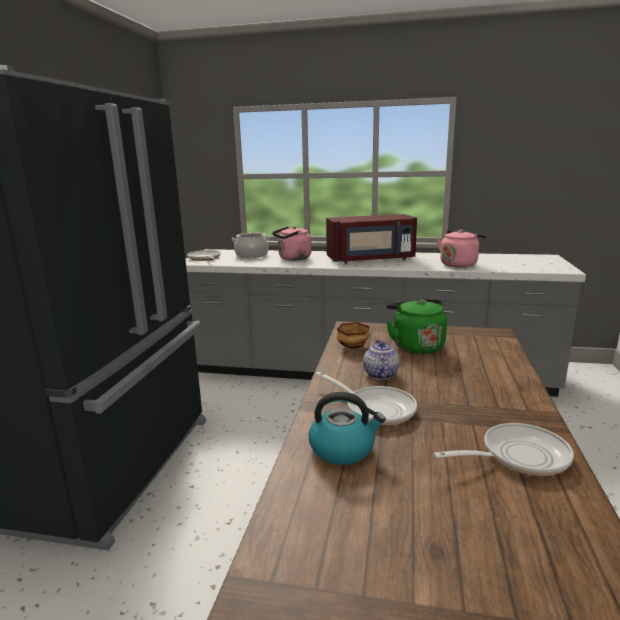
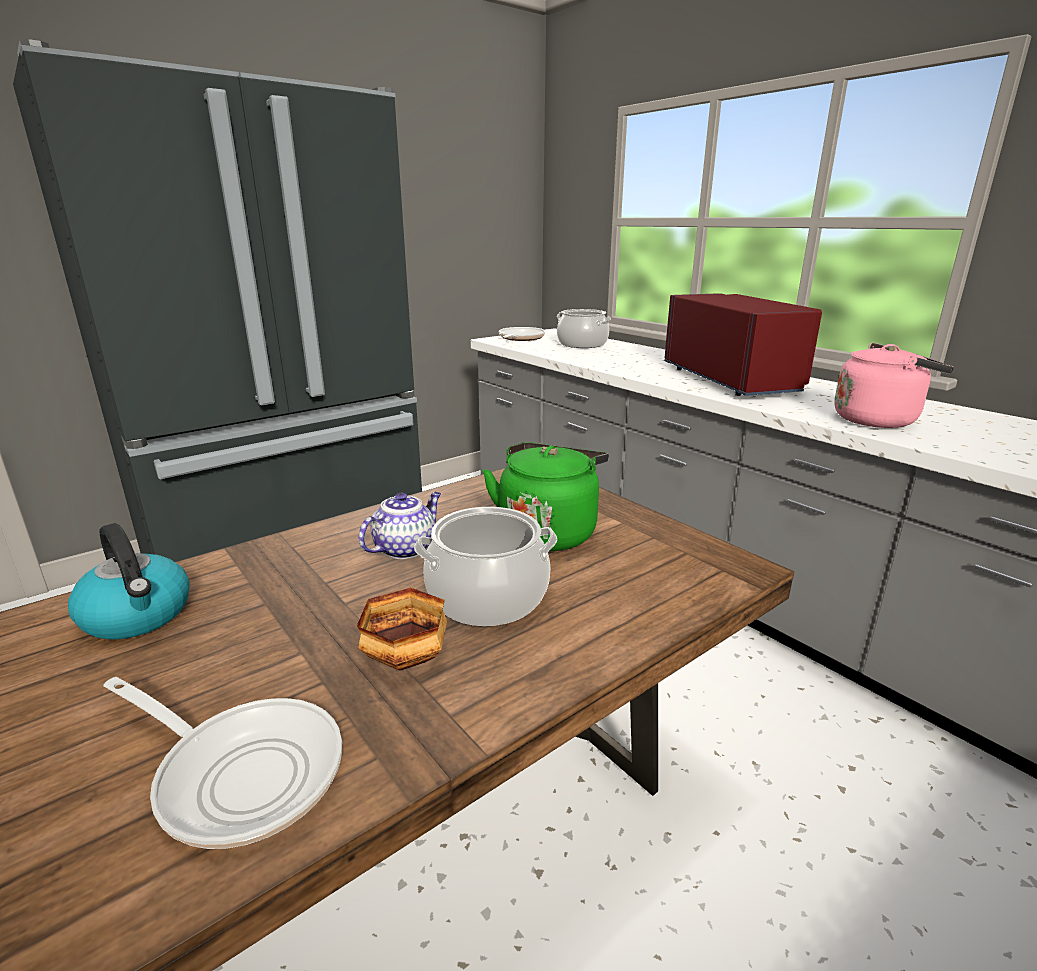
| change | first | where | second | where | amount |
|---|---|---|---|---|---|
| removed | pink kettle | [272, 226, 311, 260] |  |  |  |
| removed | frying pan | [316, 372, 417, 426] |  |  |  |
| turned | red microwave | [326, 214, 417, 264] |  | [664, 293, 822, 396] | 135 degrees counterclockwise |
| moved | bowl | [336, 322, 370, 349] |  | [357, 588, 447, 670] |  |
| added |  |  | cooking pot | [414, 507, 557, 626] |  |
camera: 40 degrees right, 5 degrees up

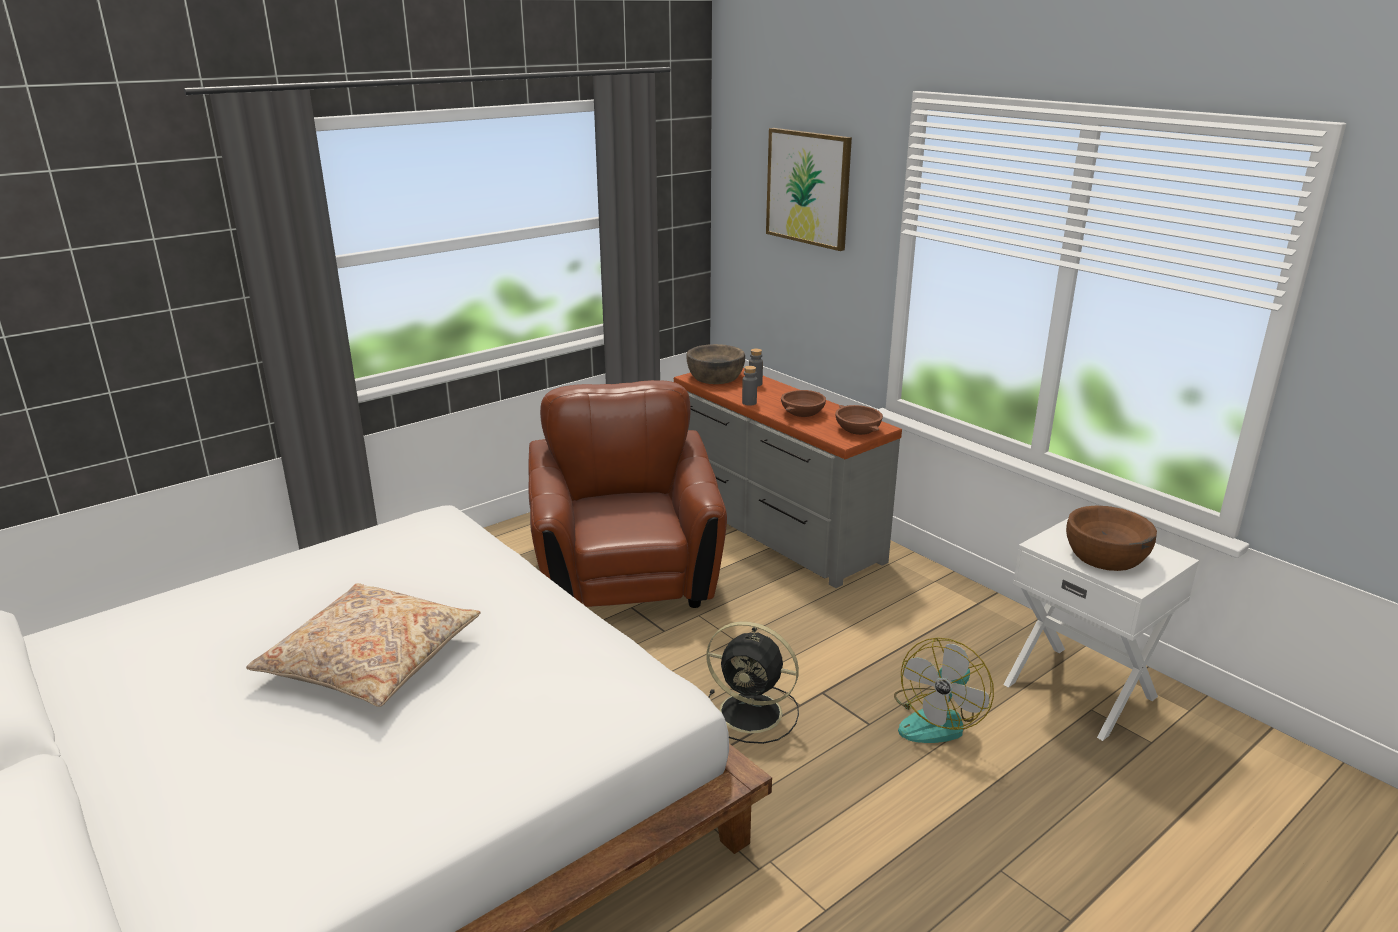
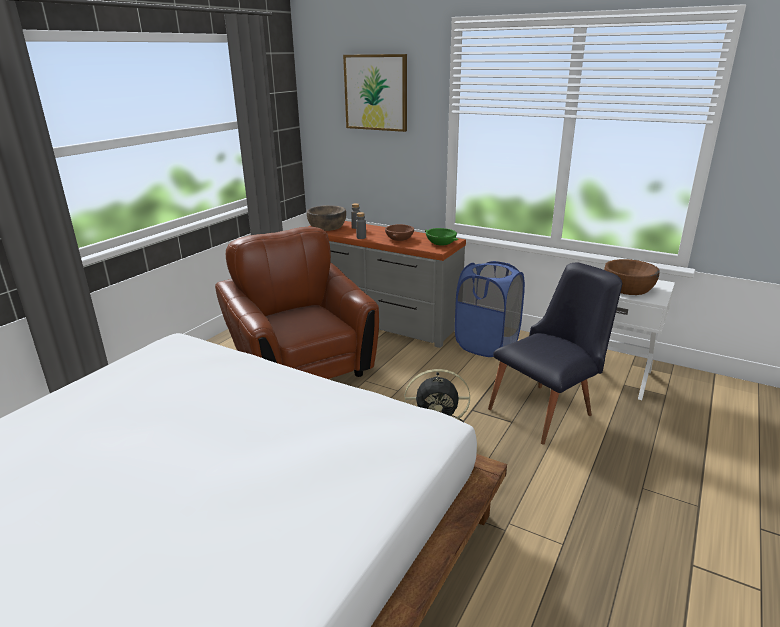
| change | first | where | second | where | amount |
|---|---|---|---|---|---|
| removed | beige pillow | [246, 583, 481, 707] |  |  |  |
| recoloured | brown bowl | [835, 405, 883, 435] | green bowl | [424, 228, 459, 246] |  |
| replaced | fan | [894, 637, 994, 743] | black chair | [488, 263, 622, 445] |  |
| added |  |  | blue laundry basket | [455, 261, 525, 357] |  |
camera: 20 degrees left, 0 degrees up

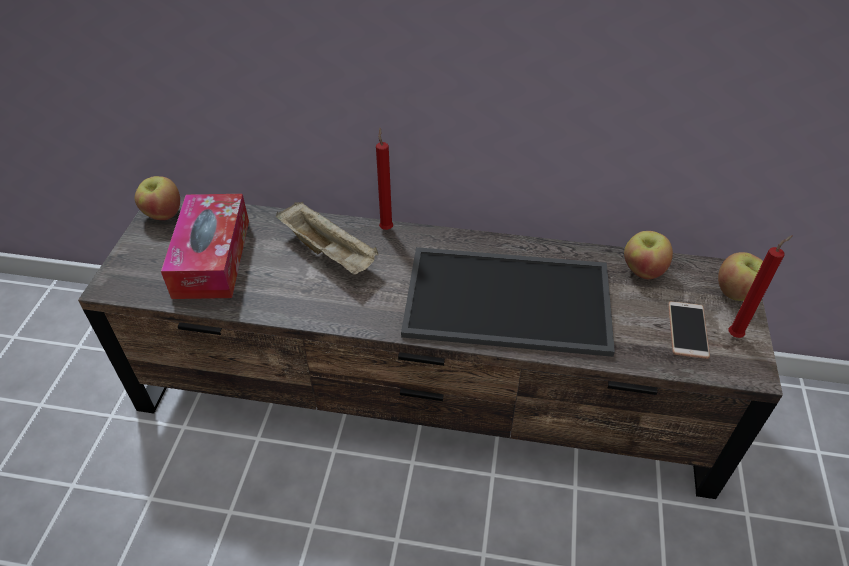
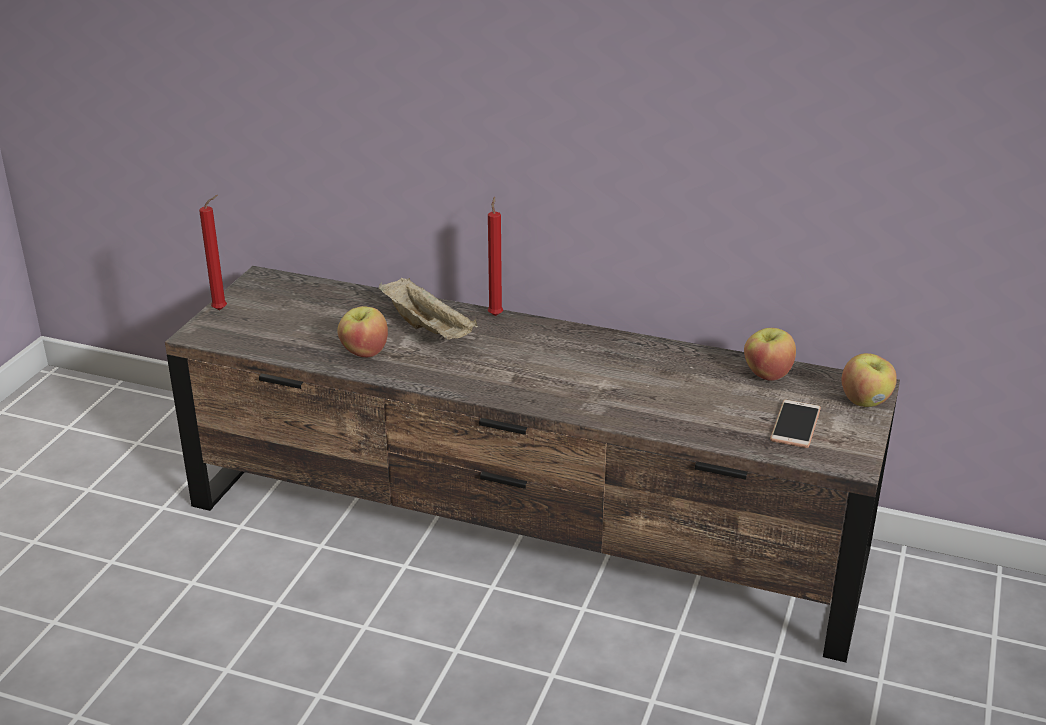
| change | first | where | second | where | amount |
|---|---|---|---|---|---|
| moved | apple | [135, 176, 180, 220] |  | [337, 306, 388, 357] |  |
| removed | tissue box | [161, 194, 249, 299] |  |  |  |
| removed | tray | [401, 247, 615, 357] |  |  |  |
| moved | red candle | [729, 235, 793, 338] |  | [199, 195, 227, 310] |  |
camera: 10 degrees right, 15 degrees down

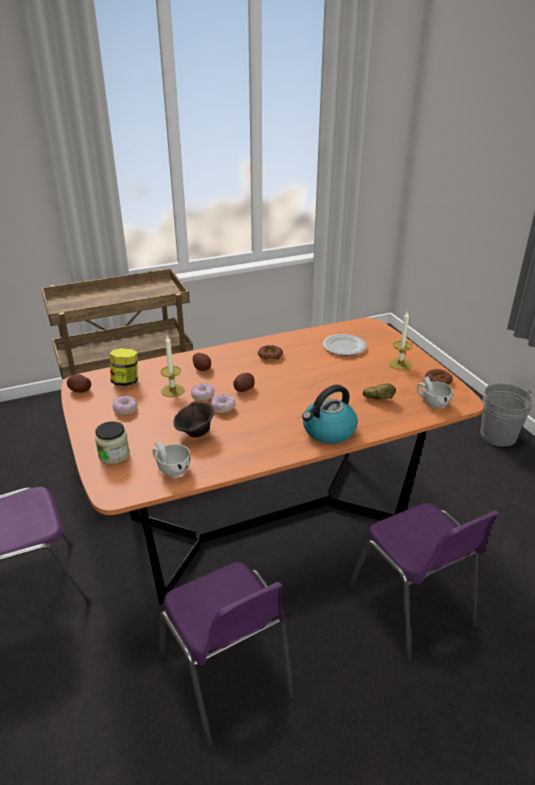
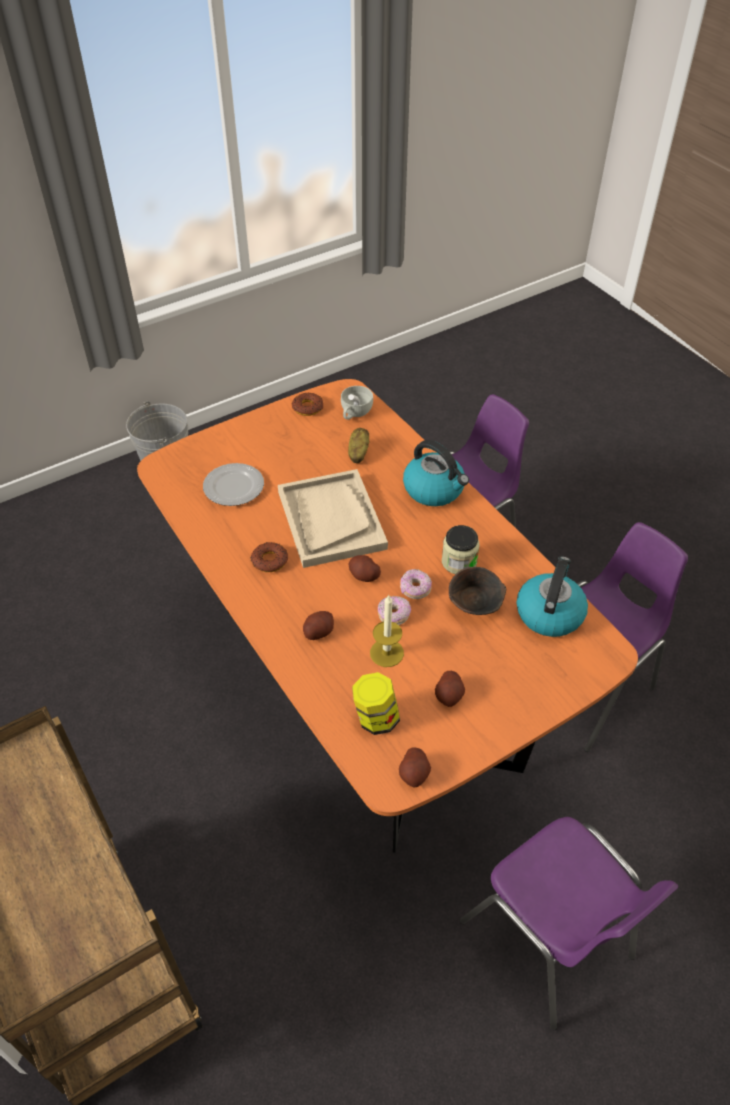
| change | first | where | second | where | amount |
|---|---|---|---|---|---|
| moved | jar | [95, 421, 130, 464] |  | [442, 525, 480, 574] |  |
| replaced | donut | [113, 396, 137, 415] | potato | [435, 671, 465, 707] |  |
| replaced | white cup | [153, 440, 191, 476] | kettle | [517, 556, 588, 637] |  |
| removed | candle | [389, 311, 412, 370] |  |  |  |
| added |  |  | beige tray | [278, 469, 388, 568] |  |
camera: 100 degrees left, 15 degrees up

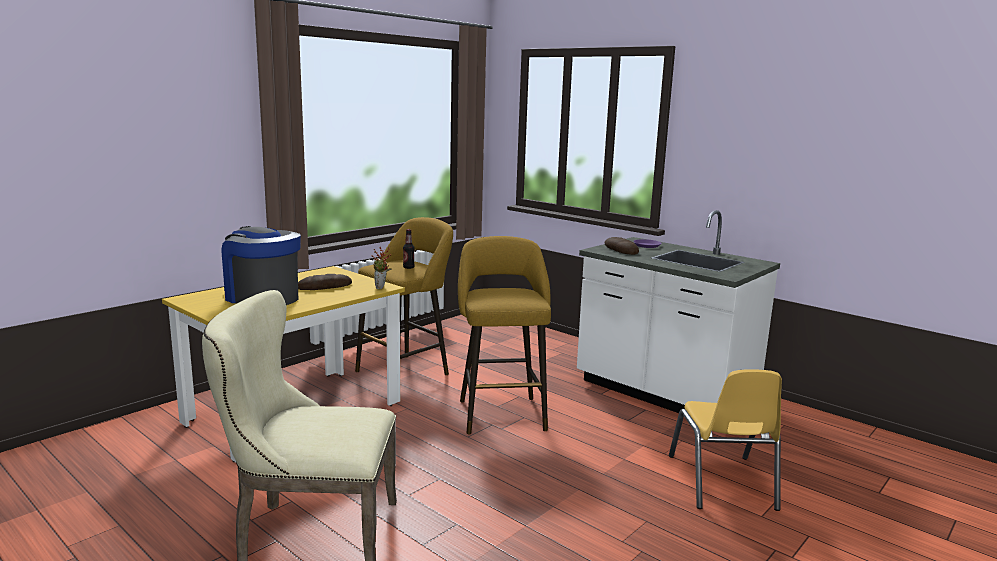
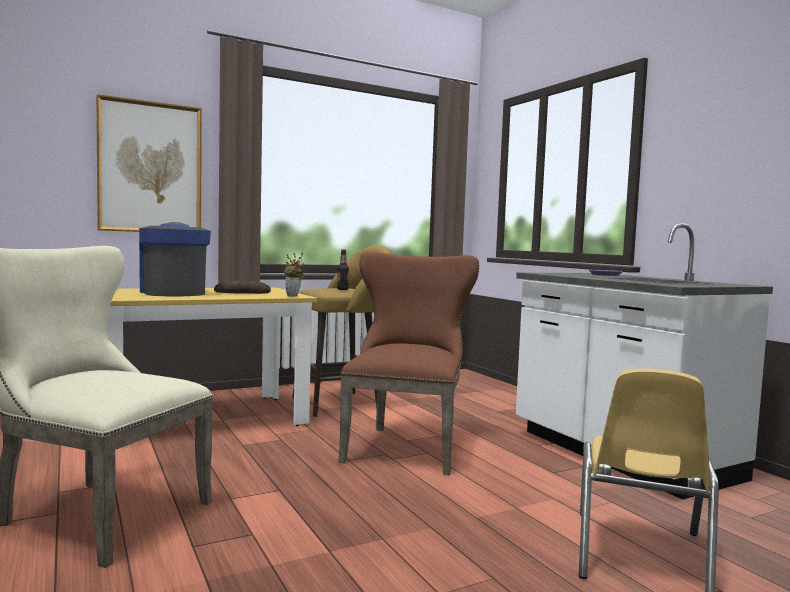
| change | first | where | second | where | amount |
|---|---|---|---|---|---|
| replaced | yellow stool | [458, 236, 551, 434] | brown chair | [338, 252, 479, 475] |  |
| removed | bread | [605, 237, 639, 255] |  |  |  |
| added |  |  | picture | [96, 94, 202, 232] |  |
camera: 20 degrees right, 10 degrees down

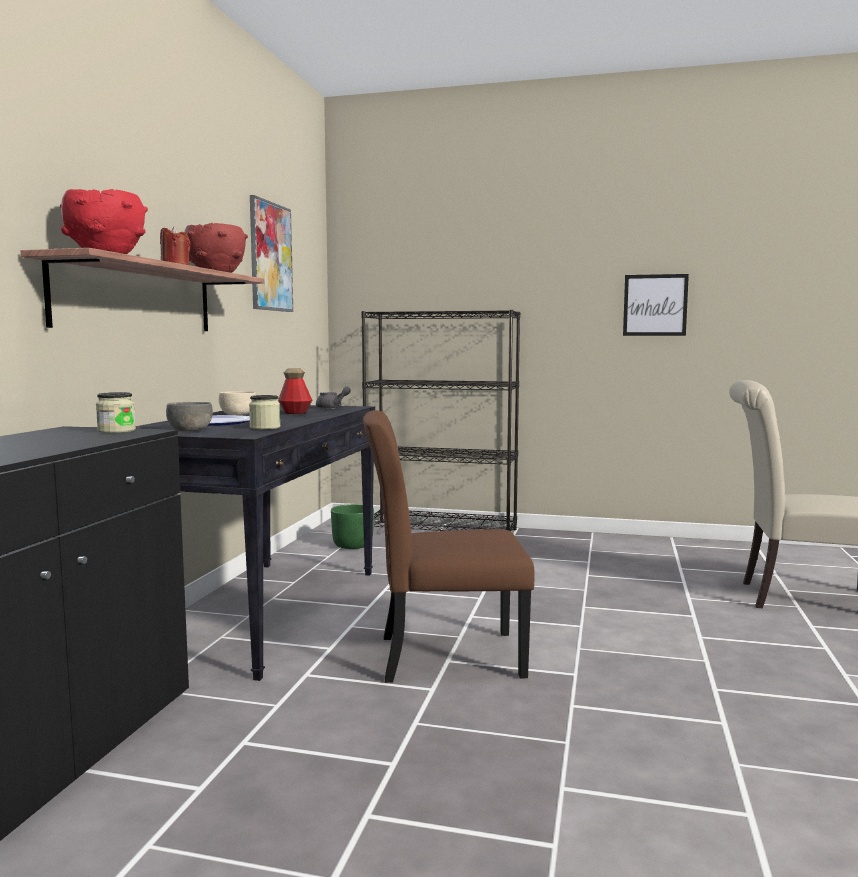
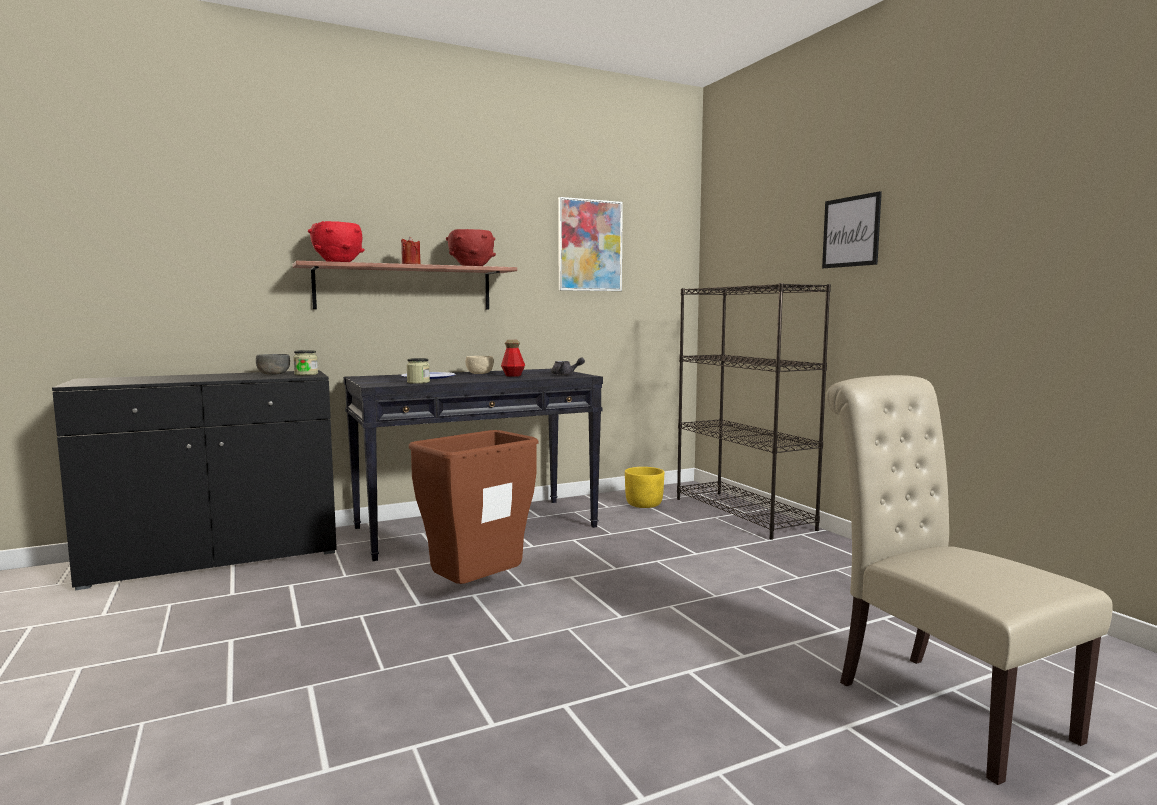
| change | first | where | second | where | amount |
|---|---|---|---|---|---|
| moved | grey bowl | [166, 402, 213, 431] |  | [256, 354, 290, 375] |  |
| recoloured | green planter | [331, 504, 374, 549] | yellow planter | [625, 467, 665, 508] |  |
| replaced | brown chair | [363, 410, 535, 683] | brown trash can | [409, 430, 538, 584] |  |
| moved | picture | [623, 274, 689, 336] |  | [822, 191, 882, 268] |  |
camera: 50 degrees right, 0 degrees up

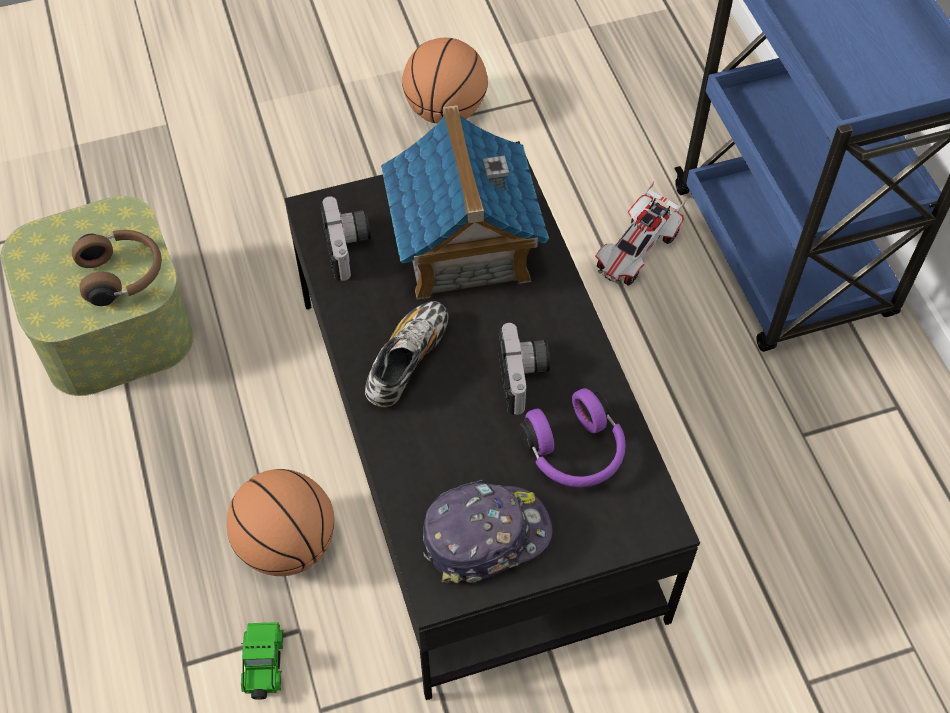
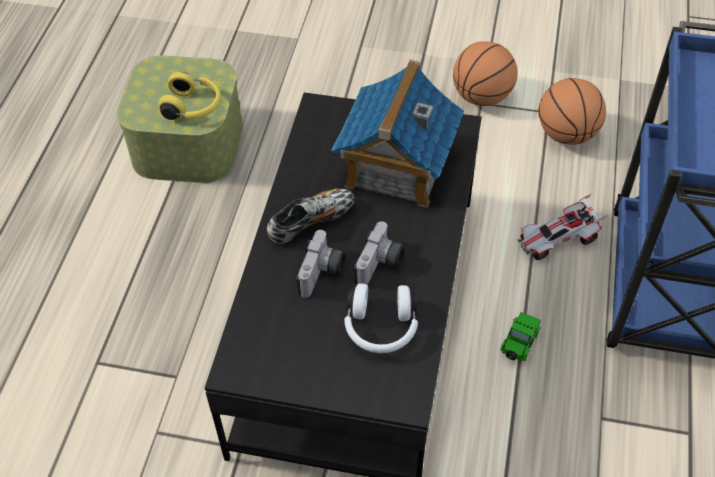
| change | first | where | second | where | amount |
|---|---|---|---|---|---|
| recoloured | brown headphones | [72, 230, 162, 306] | yellow headphones | [158, 72, 221, 120] |  |
| moved | basketball | [227, 469, 334, 576] |  | [539, 78, 606, 145] |  |
| moved | toy car | [241, 622, 284, 700] |  | [500, 312, 541, 361] |  |
| moved | photo camera | [321, 196, 371, 281] |  | [295, 230, 345, 298] |  |
| removed | cap | [423, 480, 553, 583] |  |  |  |
| recoloured | purple headphones | [520, 388, 626, 487] | white headphones | [344, 283, 418, 353] |  |
camera: 30 degrees right, 5 degrees down

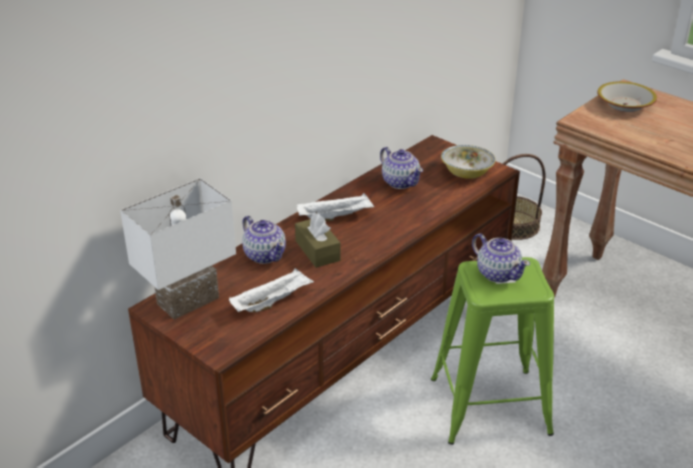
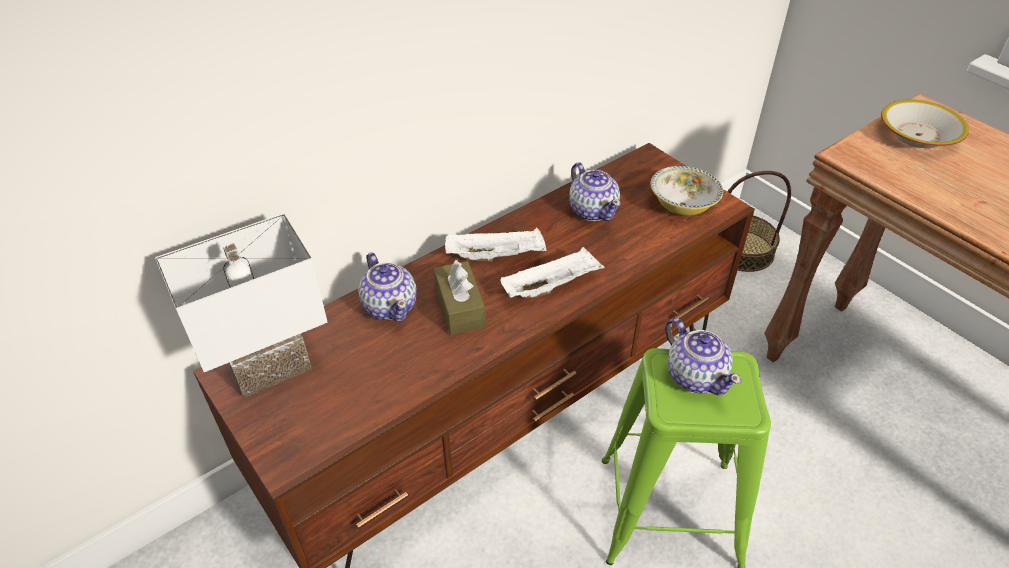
| change | first | where | second | where | amount |
|---|---|---|---|---|---|
| moved | white tray | [229, 268, 314, 312] |  | [500, 247, 604, 298] |  |
camera: 10 degrees right, 10 degrees up

